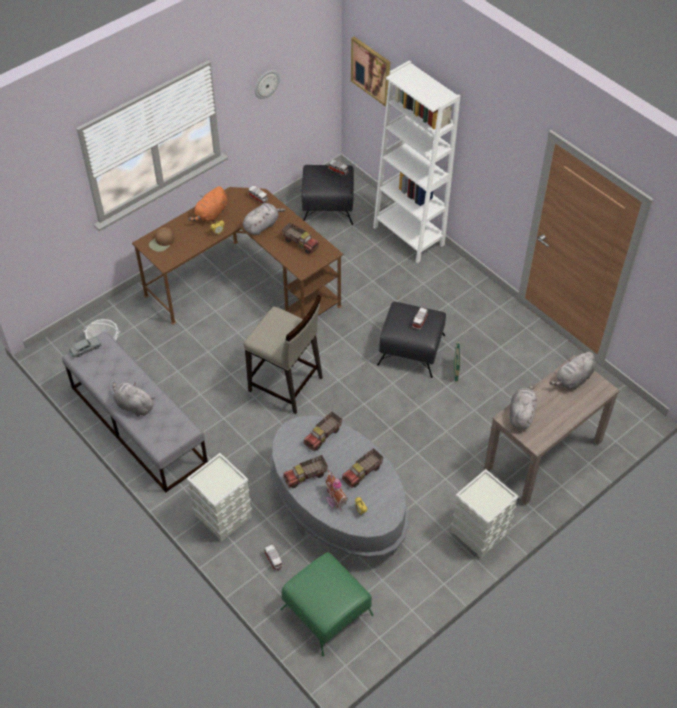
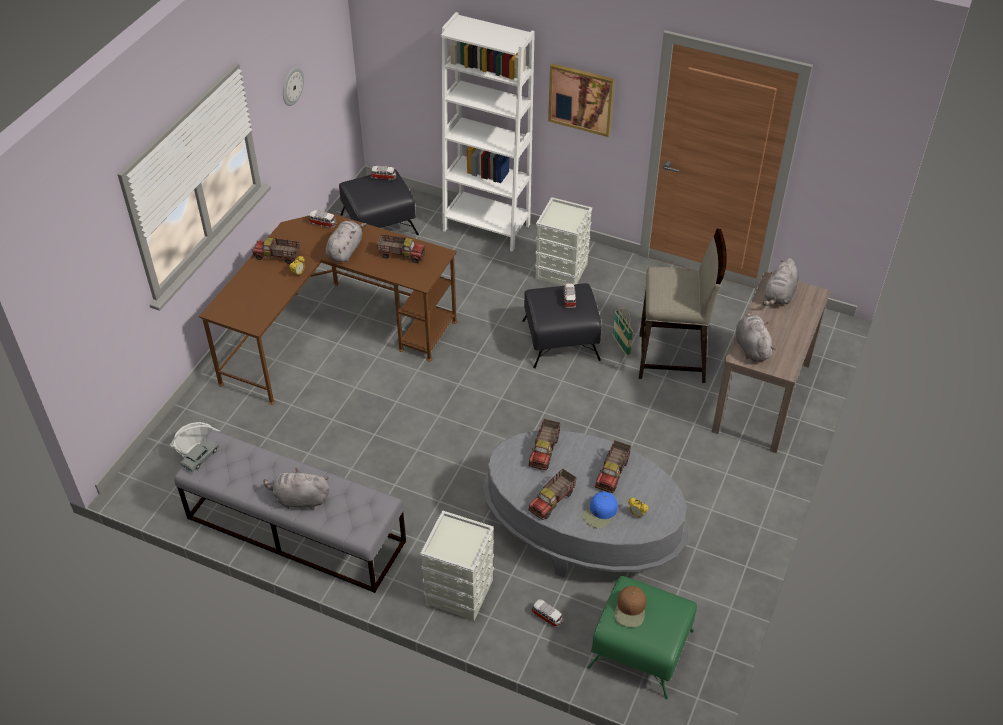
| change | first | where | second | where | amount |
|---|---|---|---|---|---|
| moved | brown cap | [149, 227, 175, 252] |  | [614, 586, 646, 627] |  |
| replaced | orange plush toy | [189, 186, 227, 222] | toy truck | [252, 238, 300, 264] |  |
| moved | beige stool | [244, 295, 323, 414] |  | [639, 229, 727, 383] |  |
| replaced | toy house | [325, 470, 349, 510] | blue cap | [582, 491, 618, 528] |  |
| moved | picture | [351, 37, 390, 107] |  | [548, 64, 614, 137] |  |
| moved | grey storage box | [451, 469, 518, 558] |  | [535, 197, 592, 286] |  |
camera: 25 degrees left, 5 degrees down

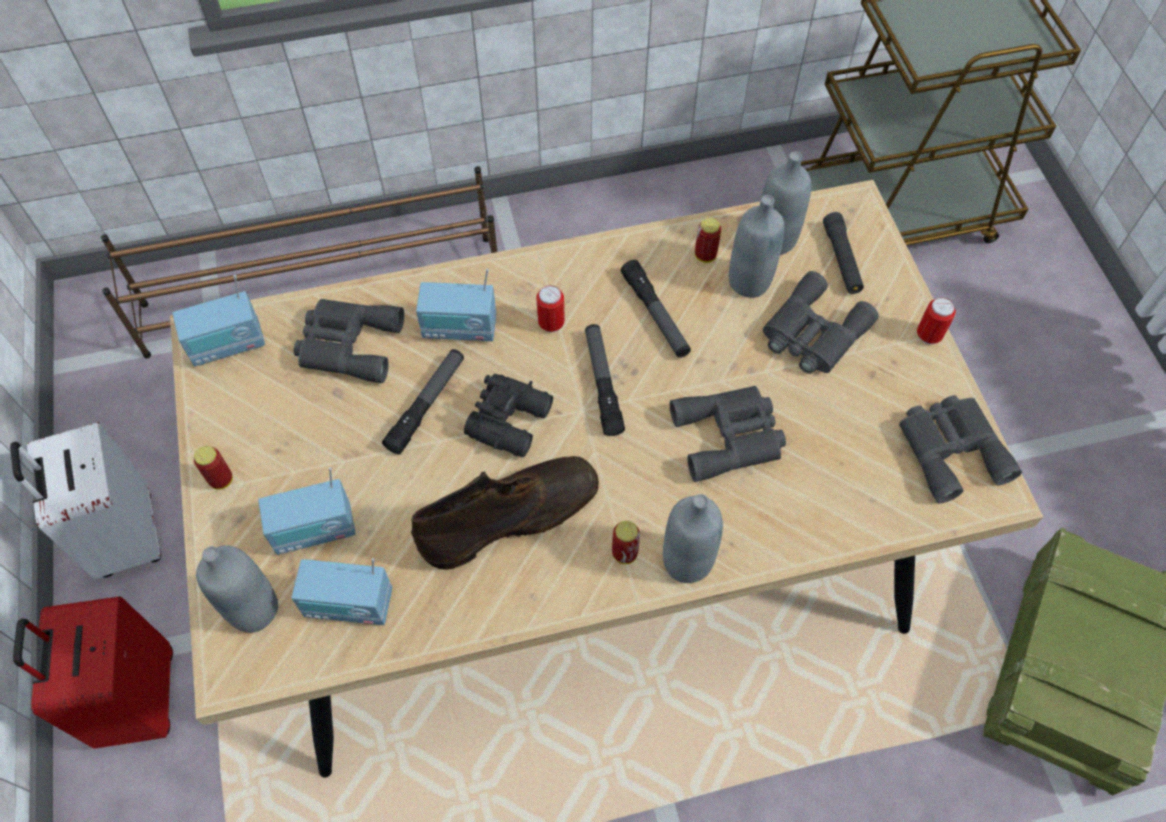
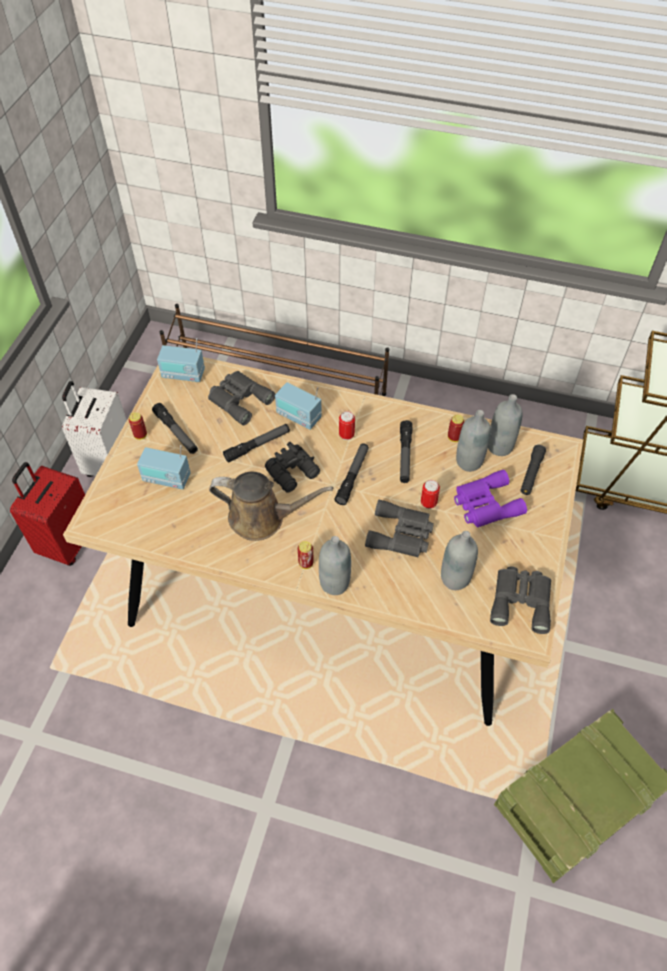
| change | first | where | second | where | amount |
|---|---|---|---|---|---|
| moved | grey bottle | [196, 545, 278, 633] |  | [441, 531, 478, 590] |  |
| removed | radio | [291, 558, 392, 625] |  |  |  |
| replaced | brown boot | [411, 456, 599, 570] | brown watering can | [209, 472, 333, 541] |  |
| recoloured | grey binoculars | [763, 271, 879, 374] | purple binoculars | [454, 470, 527, 527] |  |
| moved | can | [917, 297, 956, 344] |  | [421, 480, 440, 509] |  |
| added |  |  | flashlight | [152, 403, 198, 454] |  |
camera: 30 degrees right, 5 degrees down

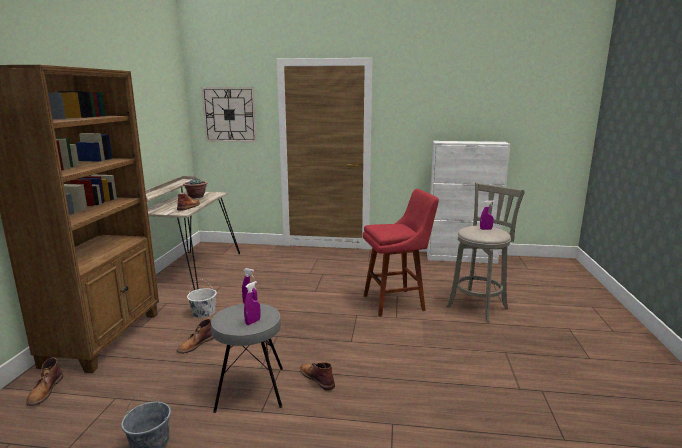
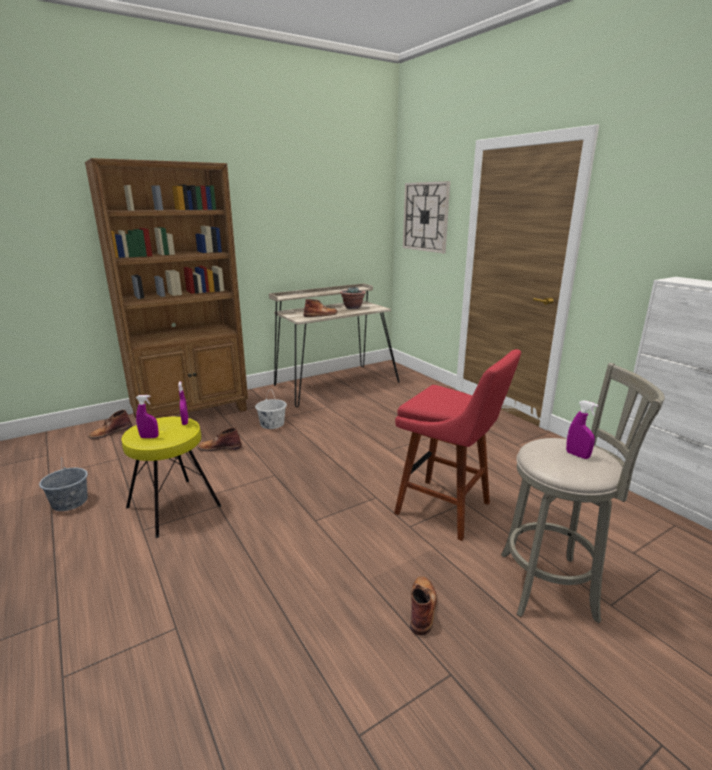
| change | first | where | second | where | amount |
|---|---|---|---|---|---|
| recoloured | grey stool | [211, 303, 283, 413] | yellow stool | [122, 416, 221, 538] |  |
| moved | brown boot | [300, 362, 335, 391] |  | [410, 576, 437, 636] |  |
camera: 50 degrees right, 5 degrees up

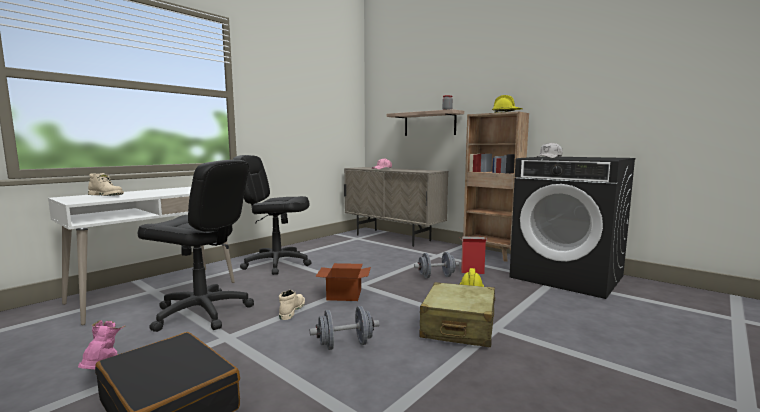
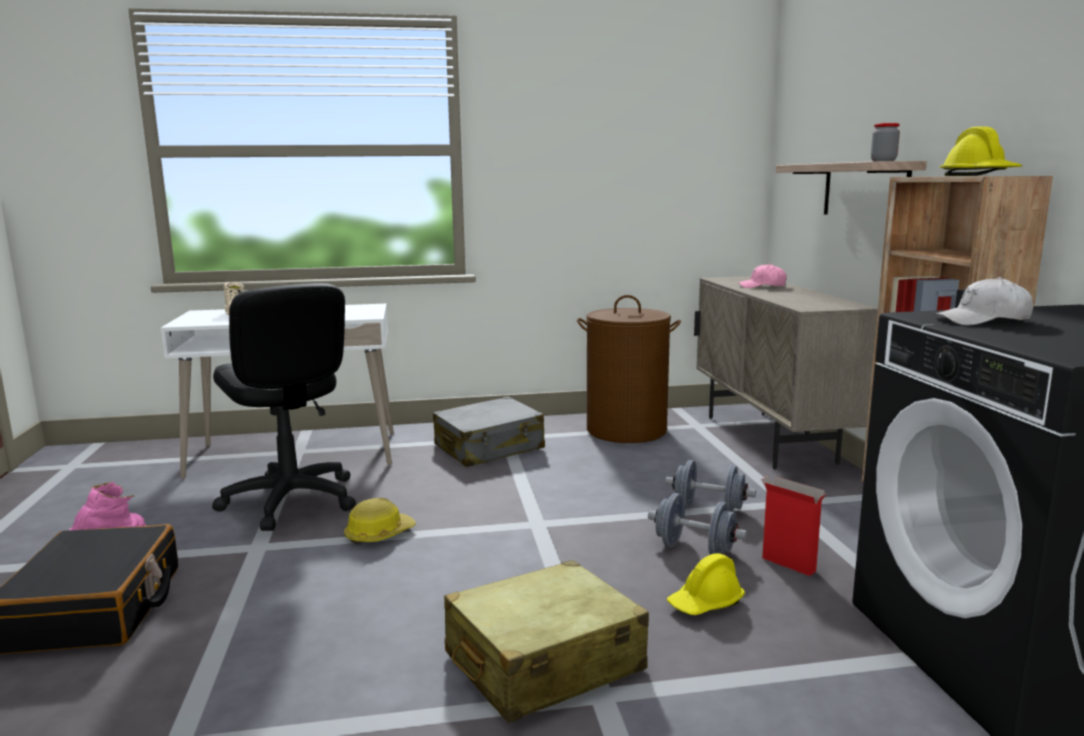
| change | first | where | second | where | amount |
|---|---|---|---|---|---|
| replaced | black office chair | [233, 155, 312, 275] | grey suitcase | [433, 397, 545, 467] |  |
| replaced | beige boot | [279, 290, 305, 320] | hard hat | [344, 498, 416, 545] |  |
| moved | grey dumbbell | [310, 306, 380, 350] |  | [665, 460, 756, 512] |  |
| removed | cardboard box | [315, 263, 371, 301] |  |  |  |
| added |  |  | brown laundry basket | [577, 295, 681, 443] |  |
camera: 40 degrees right, 5 degrees up

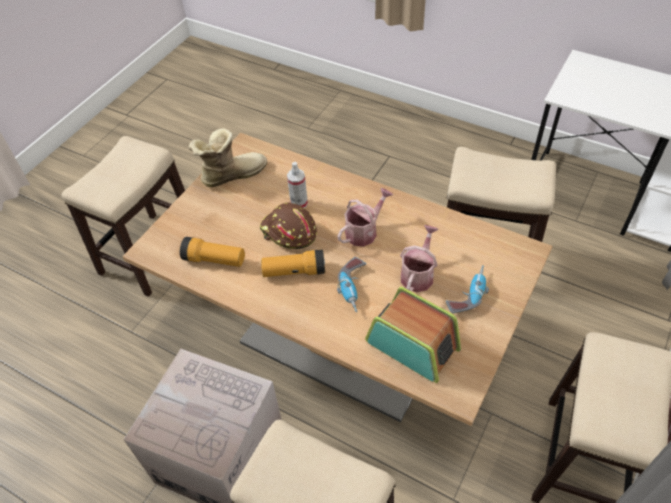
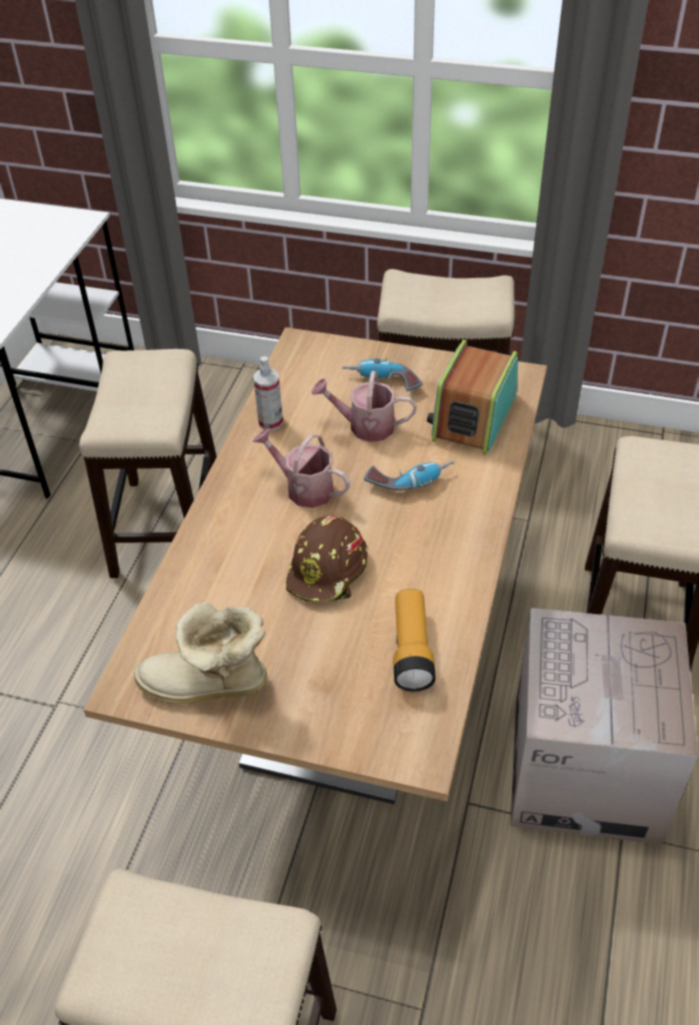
| change | first | where | second | where | amount |
|---|---|---|---|---|---|
| turned | boot | [188, 128, 267, 187] |  | [134, 602, 267, 704] | 45 degrees counterclockwise |
| removed | flashlight | [261, 250, 325, 277] |  |  |  |
| moved | spray bottle | [287, 162, 308, 208] |  | [253, 356, 283, 431] |  |
camera: 105 degrees left, 5 degrees down

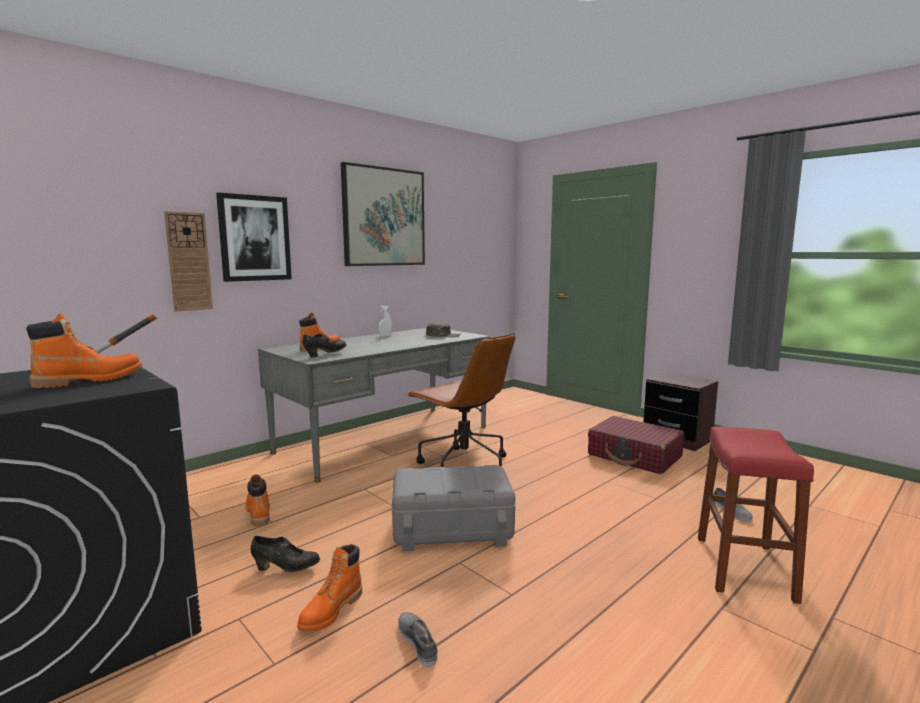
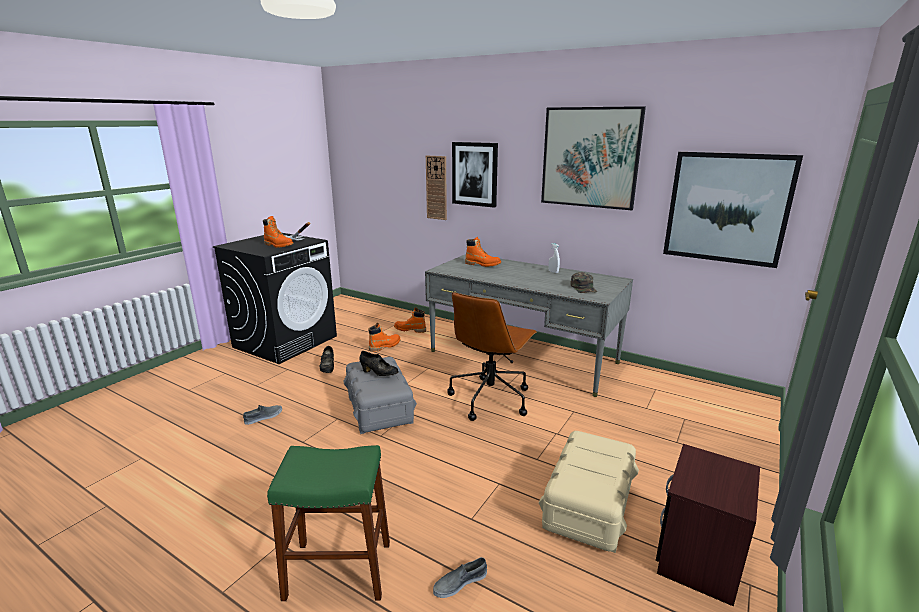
| change | first | where | second | where | amount |
|---|---|---|---|---|---|
| moved | orange boot | [297, 544, 362, 632] |  | [394, 307, 426, 333] |  |
| moved | black shoe | [303, 334, 347, 358] |  | [360, 351, 399, 376] |  |
| replaced | red suitcase | [588, 416, 684, 474] | beige storage box | [539, 431, 639, 553] |  |
| recoloured | red stool | [698, 426, 814, 604] | green stool | [267, 445, 390, 601] |  |
| added |  |  | picture | [663, 152, 803, 268] |  |
camera: 75 degrees right, 10 degrees up

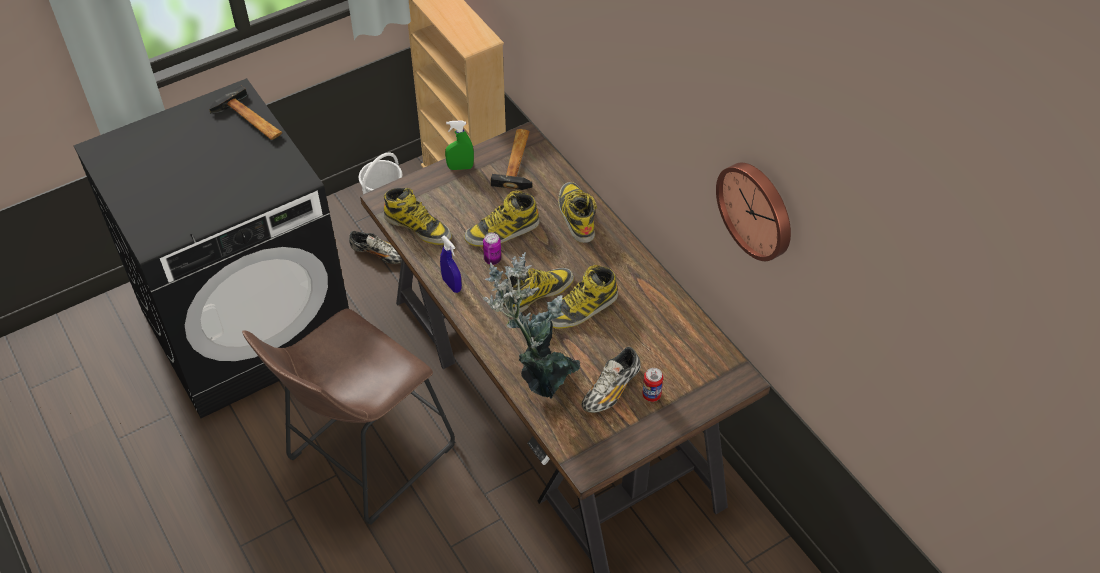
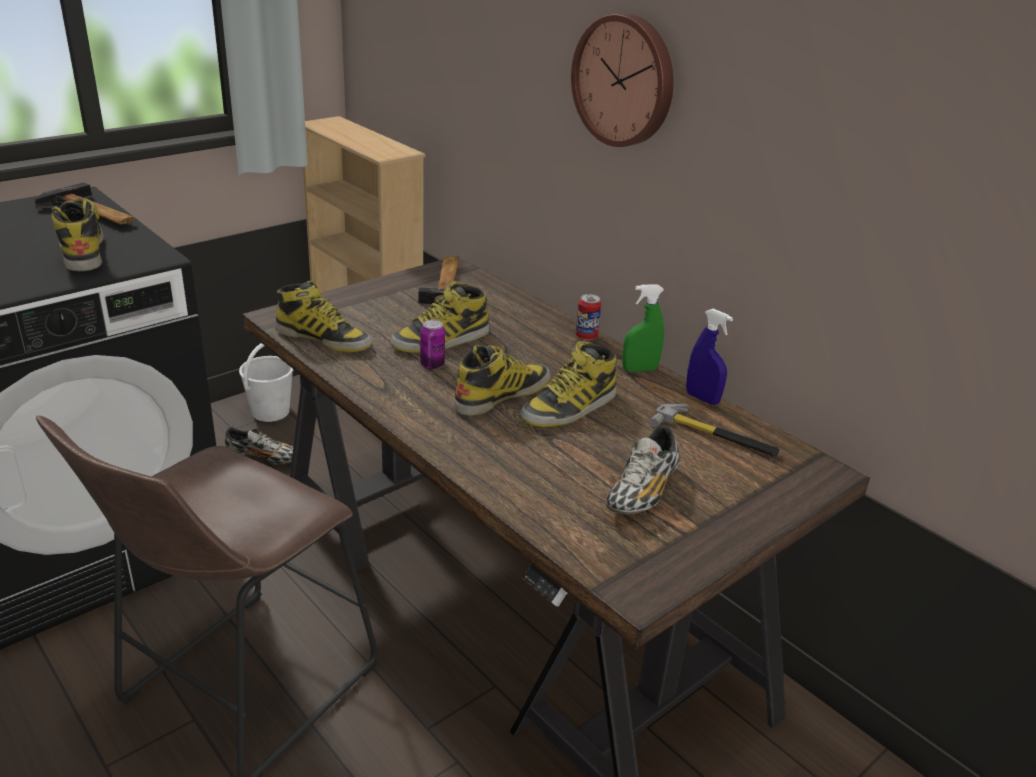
| change | first | where | second | where | amount |
|---|---|---|---|---|---|
| moved | blue spray bottle | [440, 236, 462, 293] |  | [686, 309, 733, 405] |  |
| moved | green spray bottle | [445, 120, 474, 170] |  | [622, 284, 664, 372] |  |
| removed | potted plant | [483, 252, 580, 398] |  |  |  |
| moved | boot | [558, 182, 597, 243] |  | [51, 198, 104, 271] |  |
| moved | can | [642, 368, 663, 402] |  | [576, 294, 602, 341] |  |
| moved | wall clock | [716, 163, 791, 261] |  | [571, 14, 673, 147] |  |
| added |  |  | hammer | [649, 404, 780, 456] |  |
camera: 10 degrees left, 20 degrees down

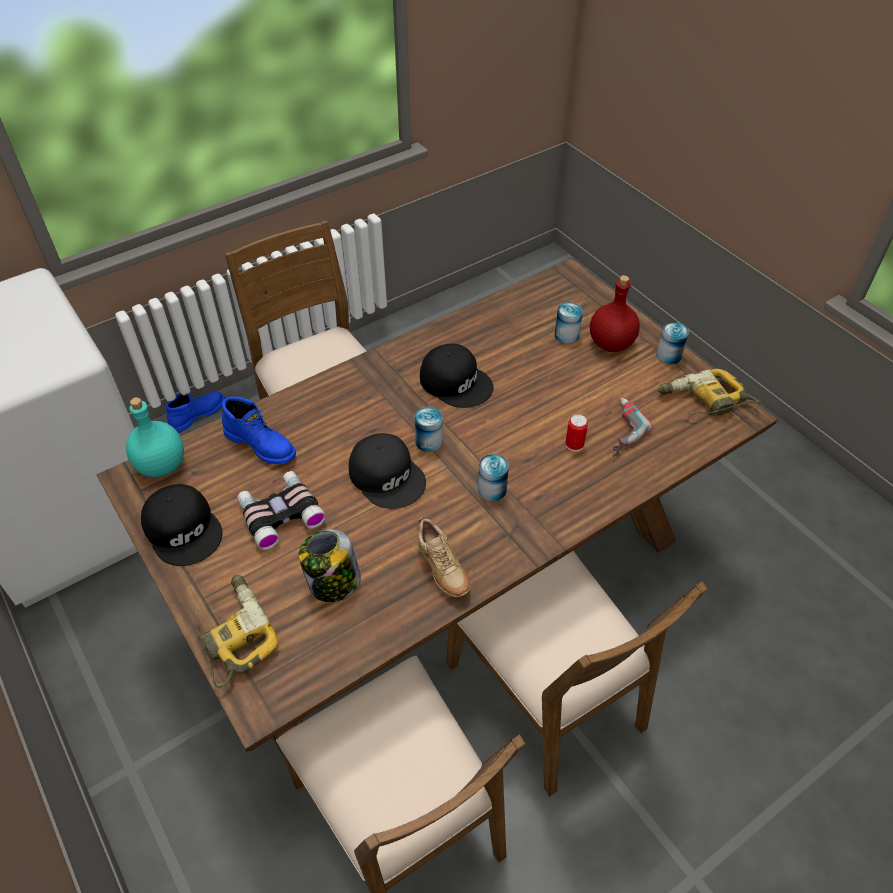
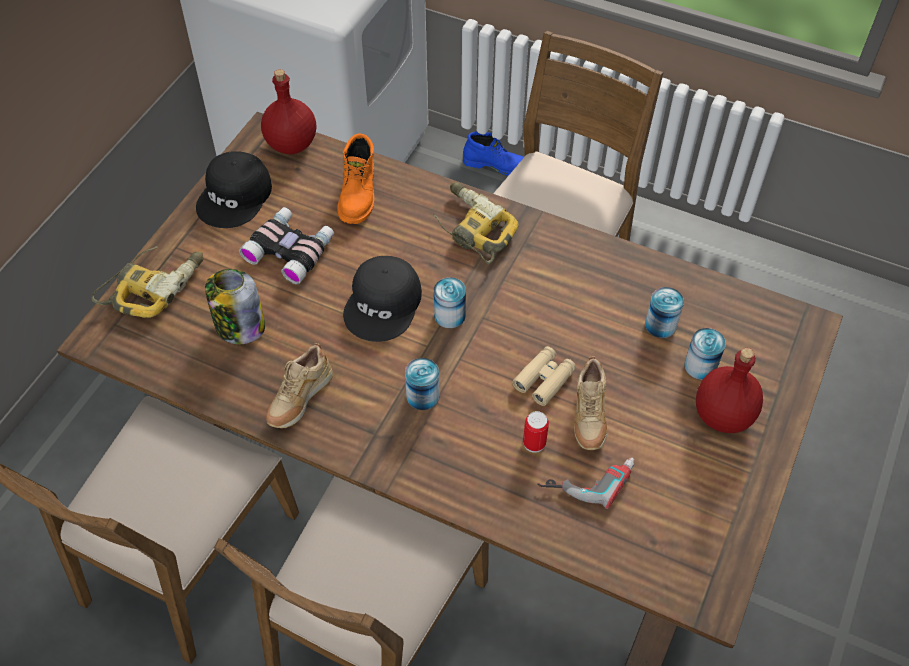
| change | first | where | second | where | amount |
|---|---|---|---|---|---|
| recoloured | turquoise bottle | [126, 397, 184, 477] | red bottle | [261, 69, 316, 154] |  |
| recoloured | blue boot | [222, 396, 296, 464] | orange boot | [337, 133, 374, 224] |  |
| removed | black cap | [420, 344, 494, 408] |  |  |  |
| moved | can | [657, 322, 689, 364] |  | [645, 287, 684, 338] |  |
| moved | power drill | [658, 369, 761, 416] |  | [434, 182, 519, 264] |  |
| added |  |  | beige binoculars | [512, 346, 576, 406] |  |
| added |  |  | beige shoe | [574, 356, 607, 450] |  |
camera: 60 degrees right, 5 degrees up

